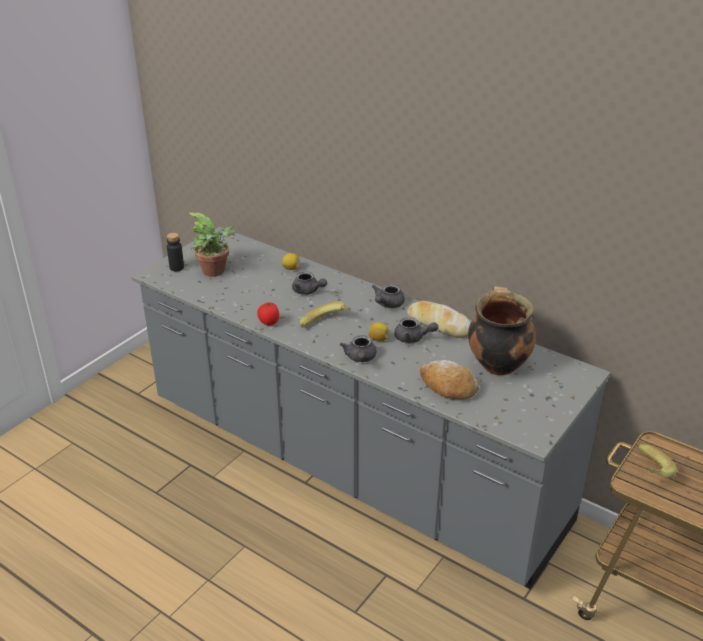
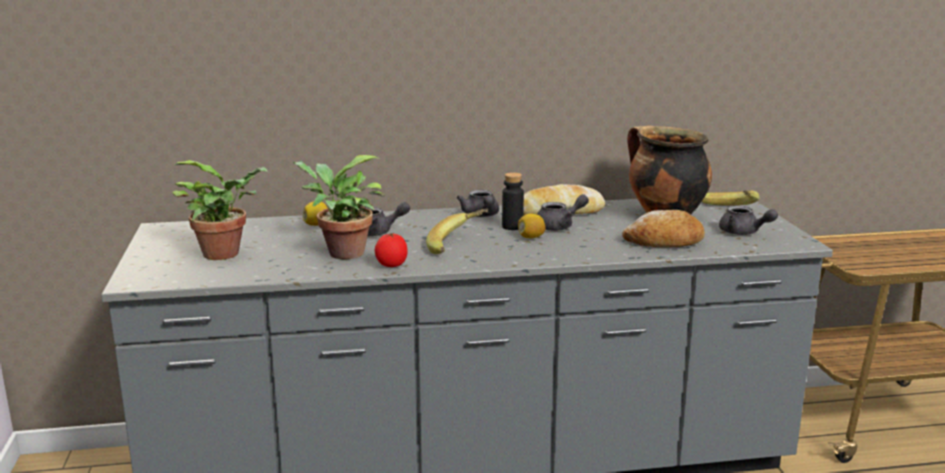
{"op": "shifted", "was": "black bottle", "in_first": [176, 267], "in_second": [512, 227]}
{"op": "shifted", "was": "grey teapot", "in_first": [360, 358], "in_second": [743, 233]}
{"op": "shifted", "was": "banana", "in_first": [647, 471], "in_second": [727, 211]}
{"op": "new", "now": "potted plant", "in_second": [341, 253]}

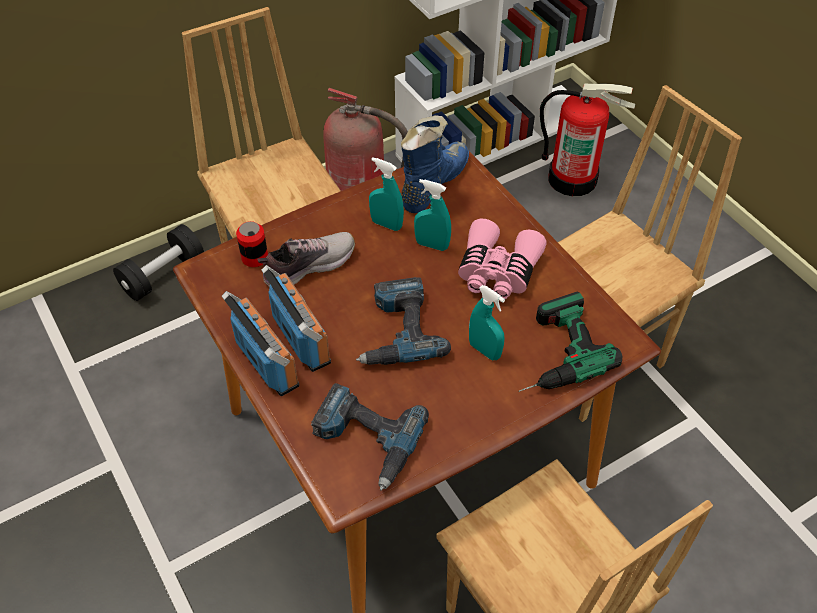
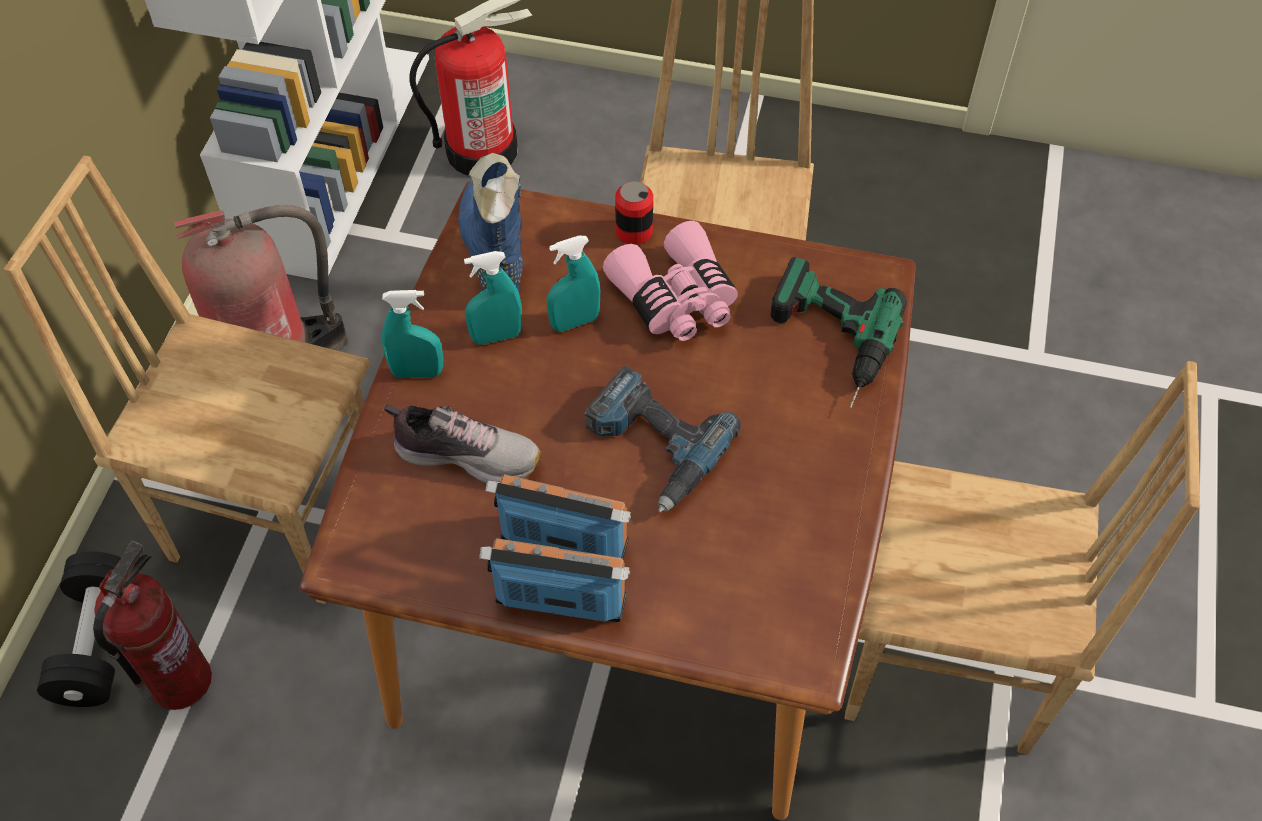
{"op": "shifted", "was": "can", "in_first": [255, 258], "in_second": [634, 232]}
{"op": "rotated", "was": "shoe", "in_first": [308, 266], "in_second": [467, 454], "clockwise": 90}
{"op": "shifted", "was": "turquoise spray bottle", "in_first": [484, 350], "in_second": [417, 372]}
{"op": "gone", "was": "power drill", "in_first": [365, 440]}
{"op": "new", "now": "fire extinguisher", "in_second": [179, 679]}

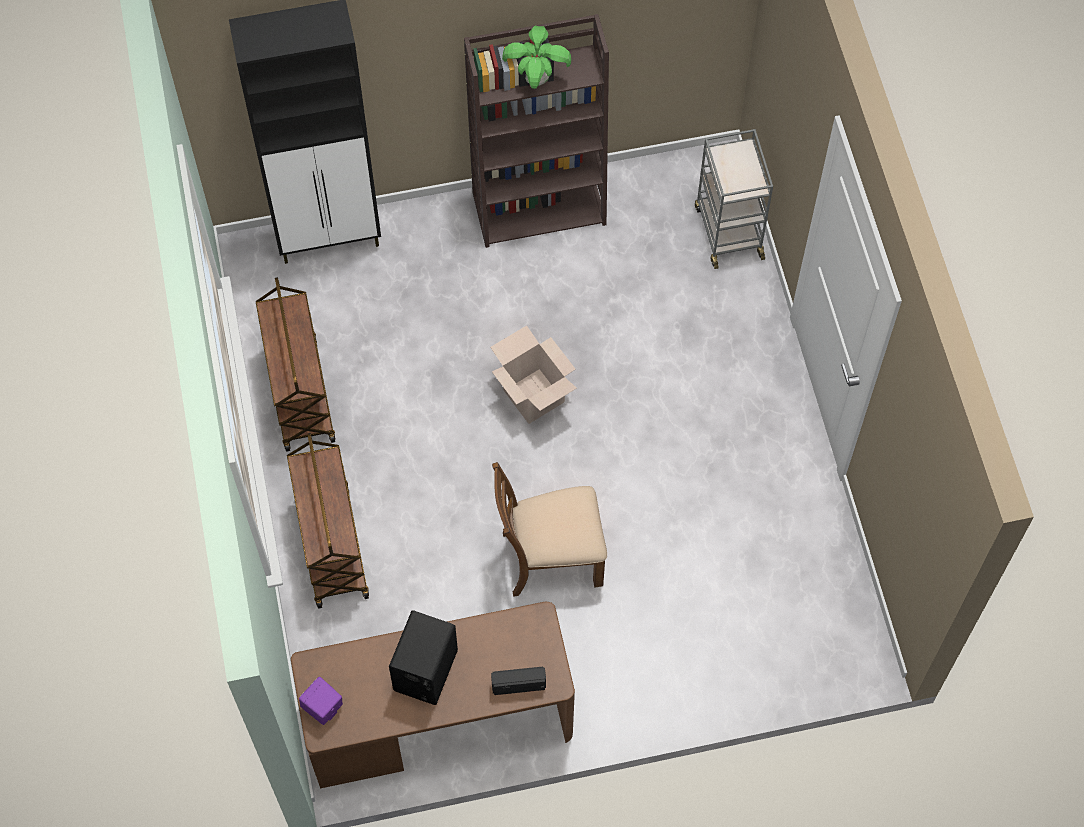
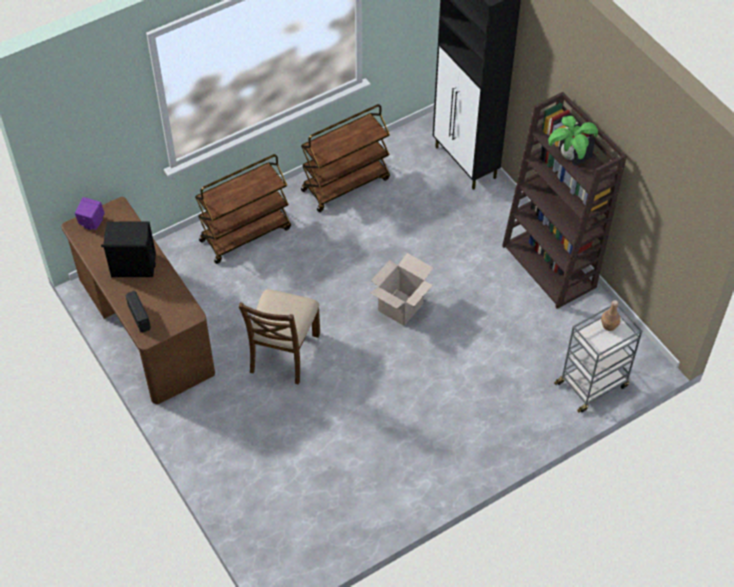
{"op": "rotated", "was": "brown chair", "in_first": [550, 557], "in_second": [283, 353], "clockwise": -135}
{"op": "new", "now": "brown bottle", "in_second": [609, 325]}

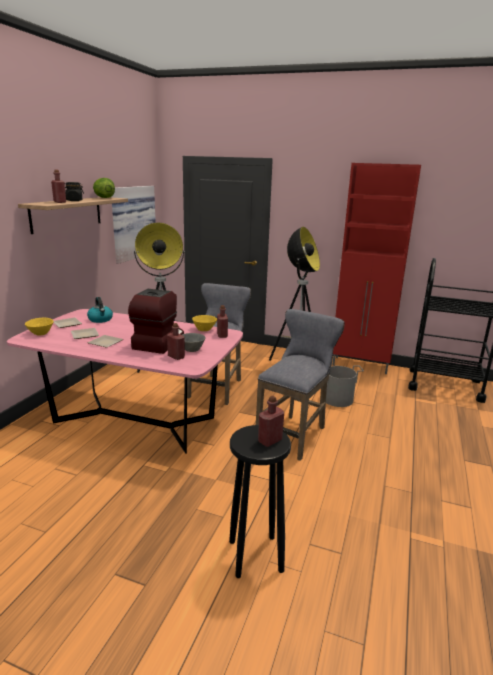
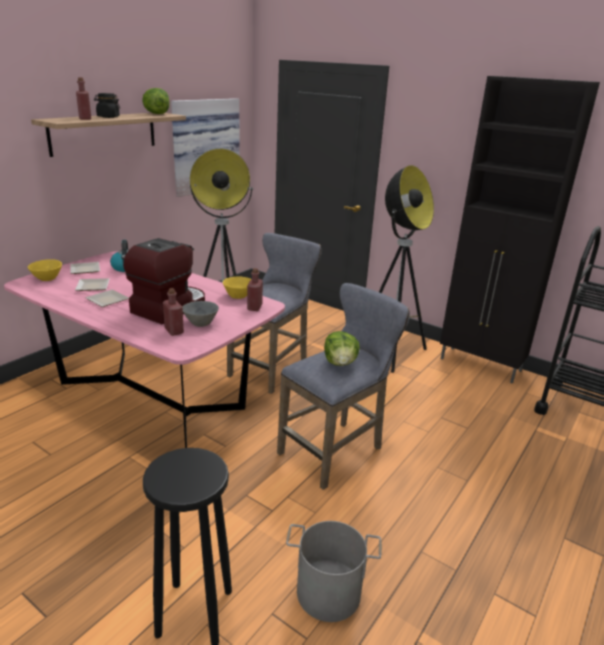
{"op": "repainted", "was": "red cabinet", "now": "black cabinet", "in_first": [361, 365], "in_second": [481, 365]}
{"op": "shifted", "was": "grey bucket", "in_first": [338, 399], "in_second": [328, 593]}
{"op": "gone", "was": "red bottle", "in_first": [270, 441]}
{"op": "new", "now": "lettuce", "in_second": [340, 363]}

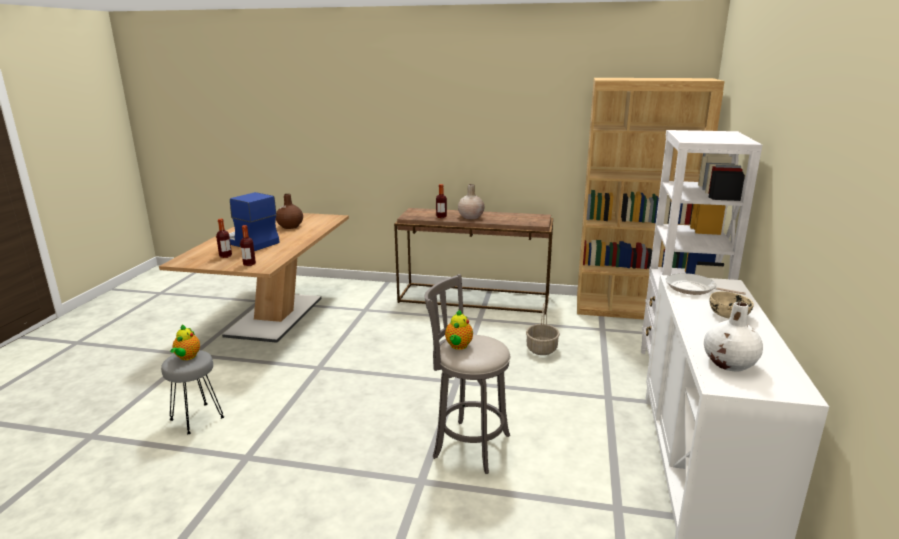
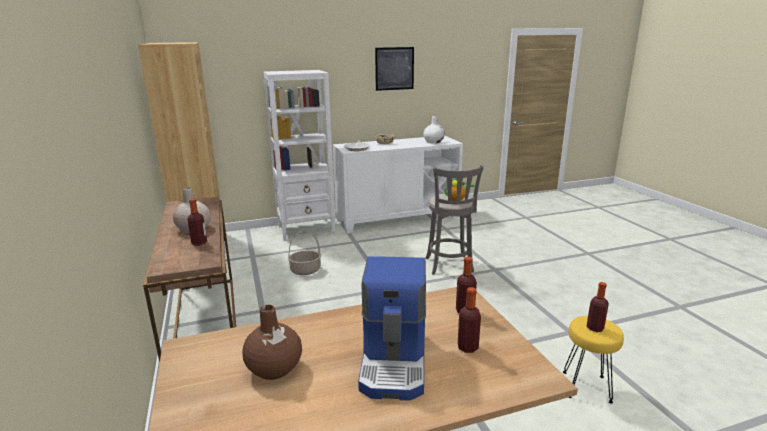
{"op": "swapped", "was": "teapot", "now": "bottle", "in_first": [187, 357], "in_second": [595, 328]}
{"op": "repainted", "was": "grey stool", "now": "yellow stool", "in_first": [197, 418], "in_second": [586, 387]}
{"op": "new", "now": "picture", "in_second": [394, 68]}

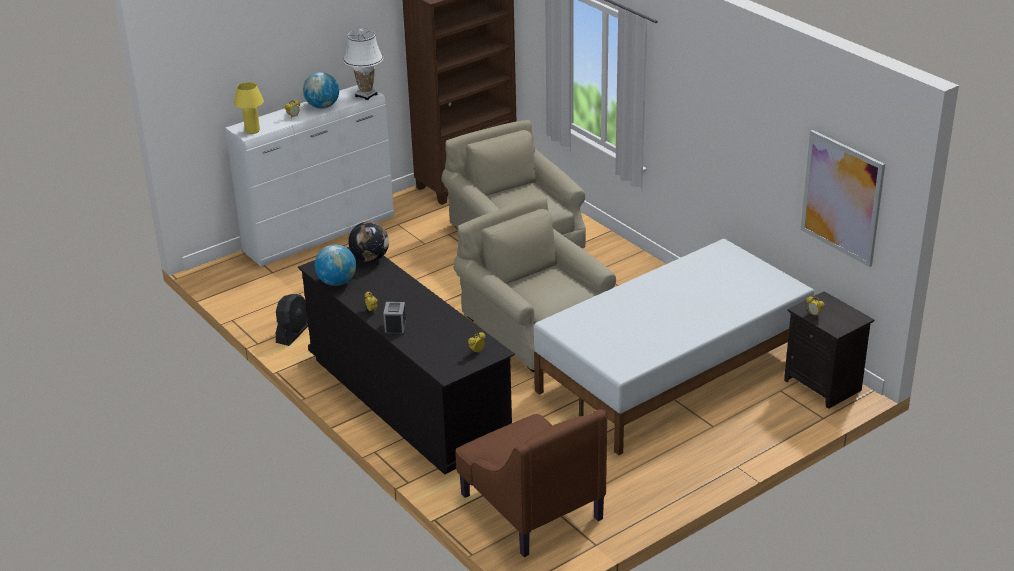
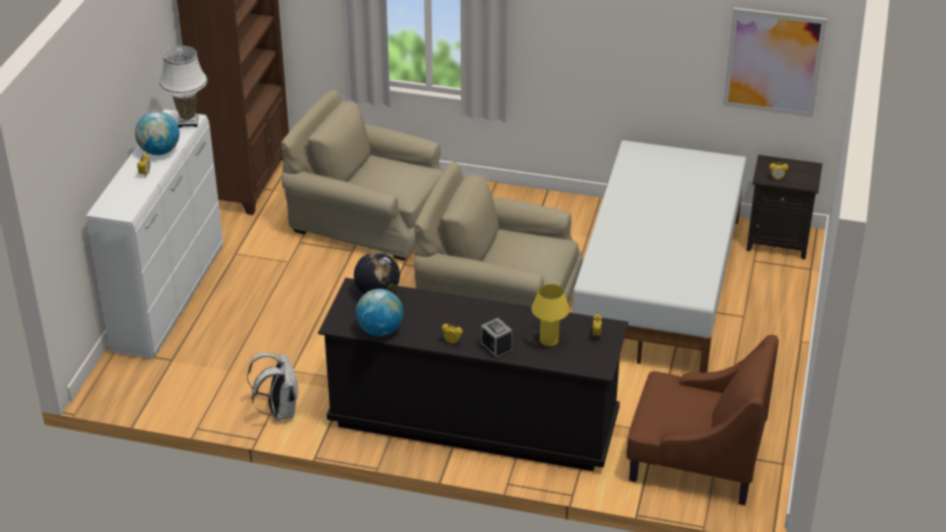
{"op": "shifted", "was": "yellow table lamp", "in_first": [252, 131], "in_second": [549, 340]}
{"op": "swapped", "was": "black fan", "now": "white backpack", "in_first": [293, 333], "in_second": [279, 411]}

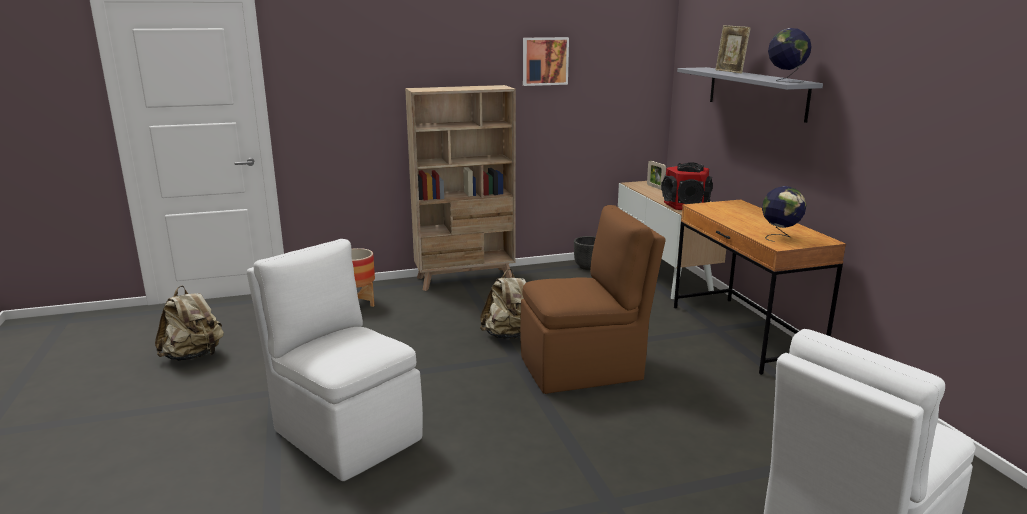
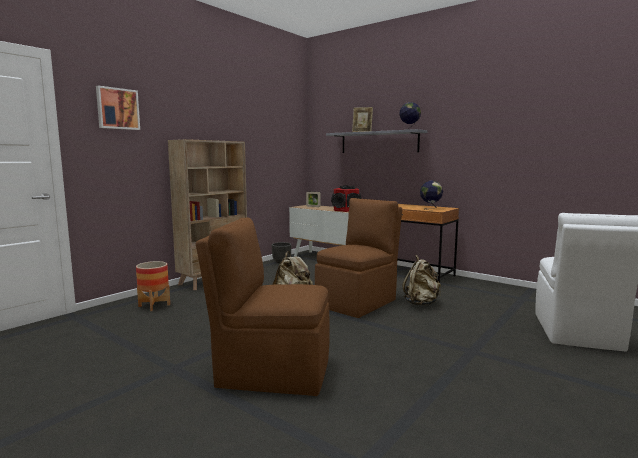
{"op": "shifted", "was": "picture", "in_first": [544, 61], "in_second": [117, 108]}
{"op": "repainted", "was": "white chair", "now": "brown chair", "in_first": [345, 433], "in_second": [271, 372]}
{"op": "shifted", "was": "beige backpack", "in_first": [194, 356], "in_second": [421, 303]}

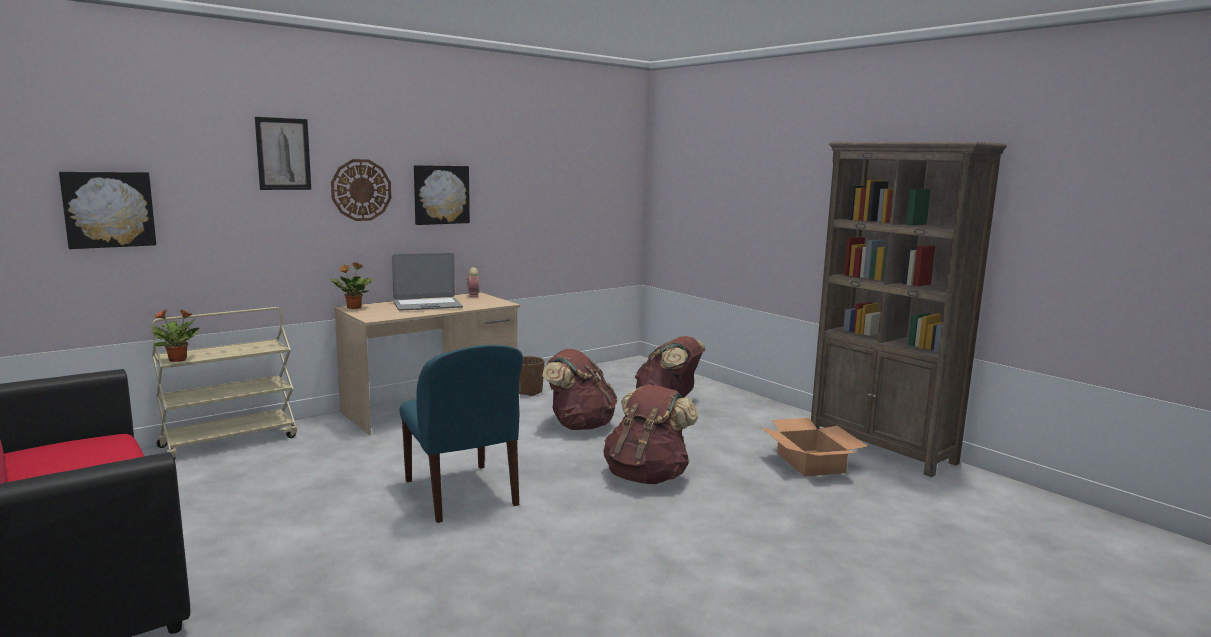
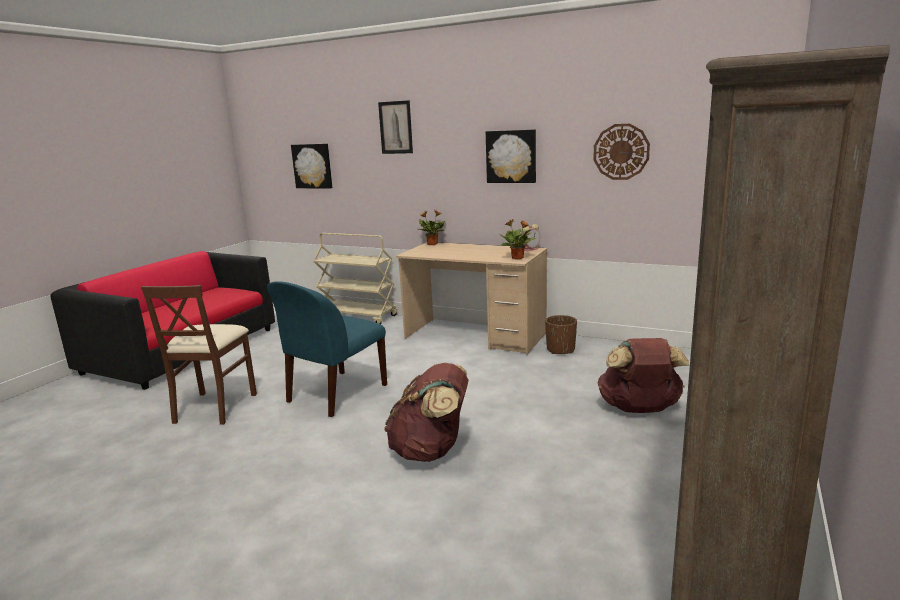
{"op": "shifted", "was": "wall clock", "in_first": [361, 190], "in_second": [621, 152]}
{"op": "gone", "was": "laptop", "in_first": [427, 305]}
{"op": "shifted", "was": "potted plant", "in_first": [178, 360], "in_second": [518, 258]}
{"op": "gone", "was": "brown backpack", "in_first": [579, 425]}
{"op": "gone", "was": "cardboard box", "in_first": [810, 463]}
{"op": "new", "now": "brown chair", "in_second": [214, 407]}

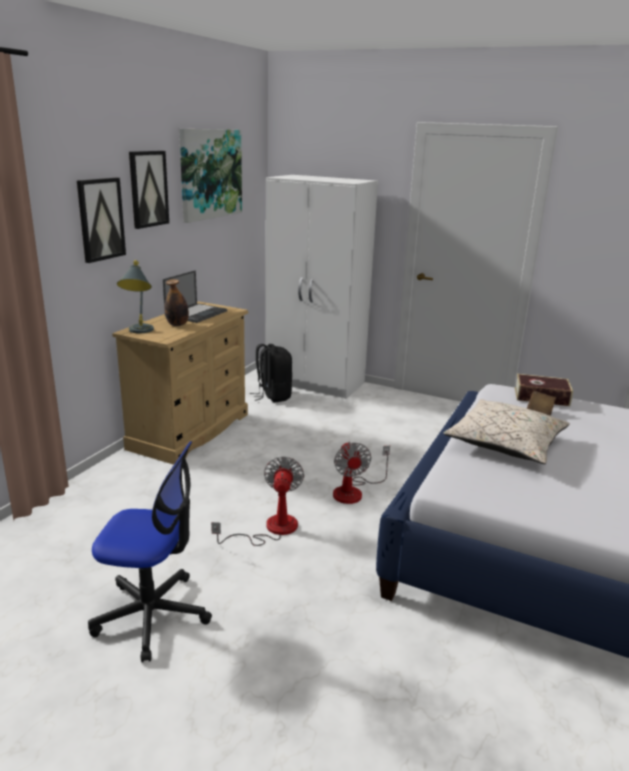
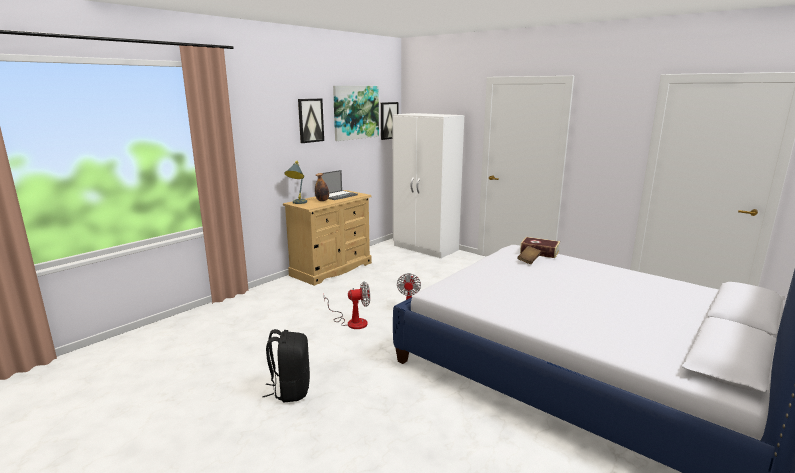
{"op": "shifted", "was": "picture", "in_first": [100, 219], "in_second": [388, 120]}
{"op": "shifted", "was": "black backpack", "in_first": [273, 396], "in_second": [290, 390]}
{"op": "gone", "was": "beige pillow", "in_first": [506, 444]}
{"op": "gone", "was": "office chair", "in_first": [152, 615]}
{"op": "rotated", "was": "fan", "in_first": [271, 529], "in_second": [351, 322], "clockwise": 60}

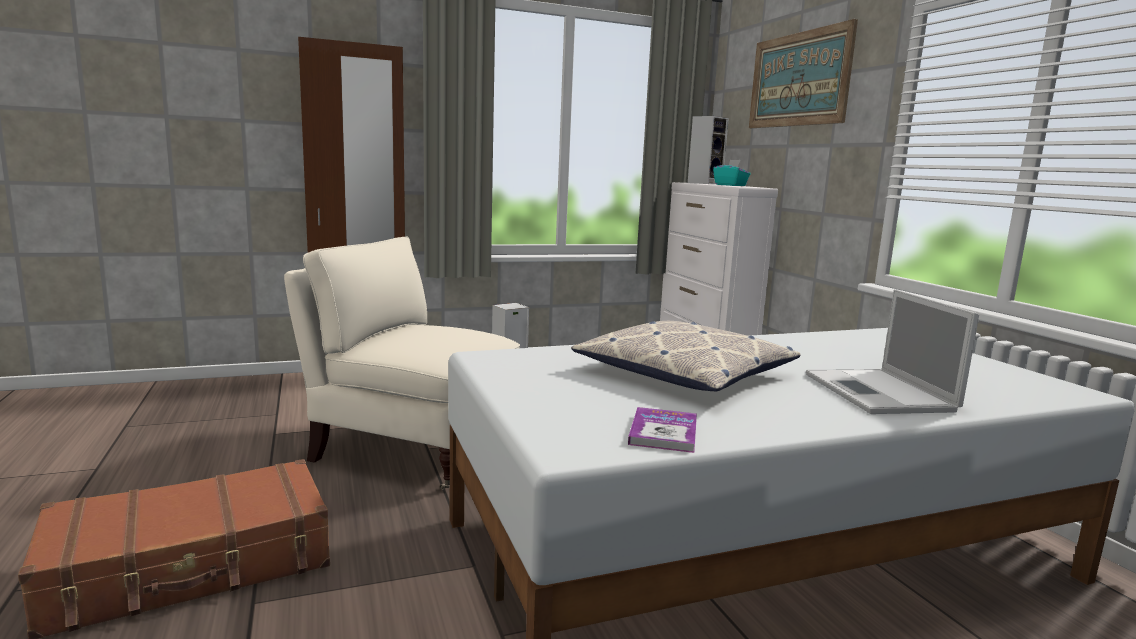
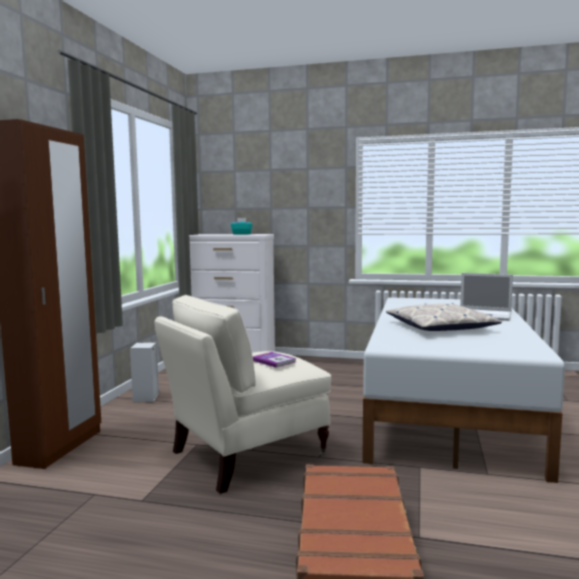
{"op": "gone", "was": "picture", "in_first": [798, 79]}
{"op": "gone", "was": "speaker", "in_first": [705, 183]}
{"op": "shifted", "was": "book", "in_first": [663, 432], "in_second": [273, 361]}

